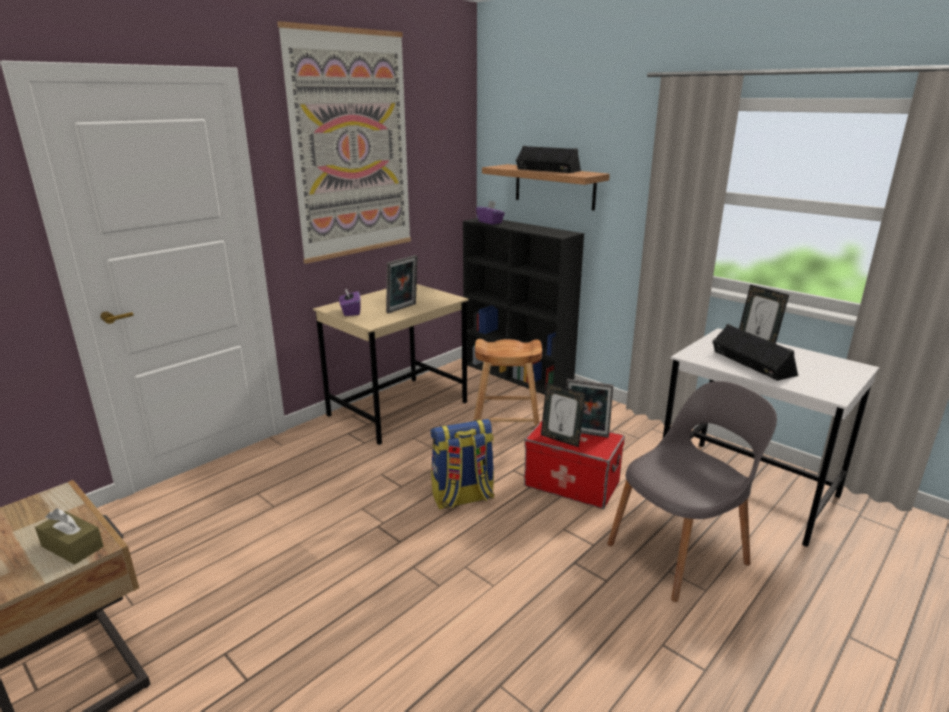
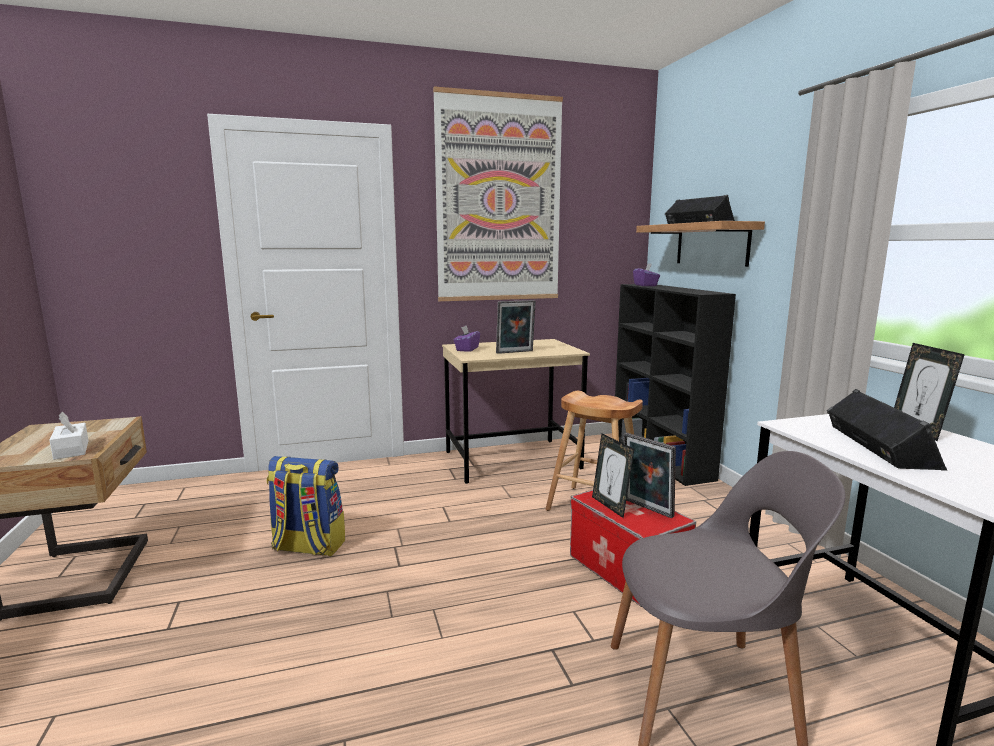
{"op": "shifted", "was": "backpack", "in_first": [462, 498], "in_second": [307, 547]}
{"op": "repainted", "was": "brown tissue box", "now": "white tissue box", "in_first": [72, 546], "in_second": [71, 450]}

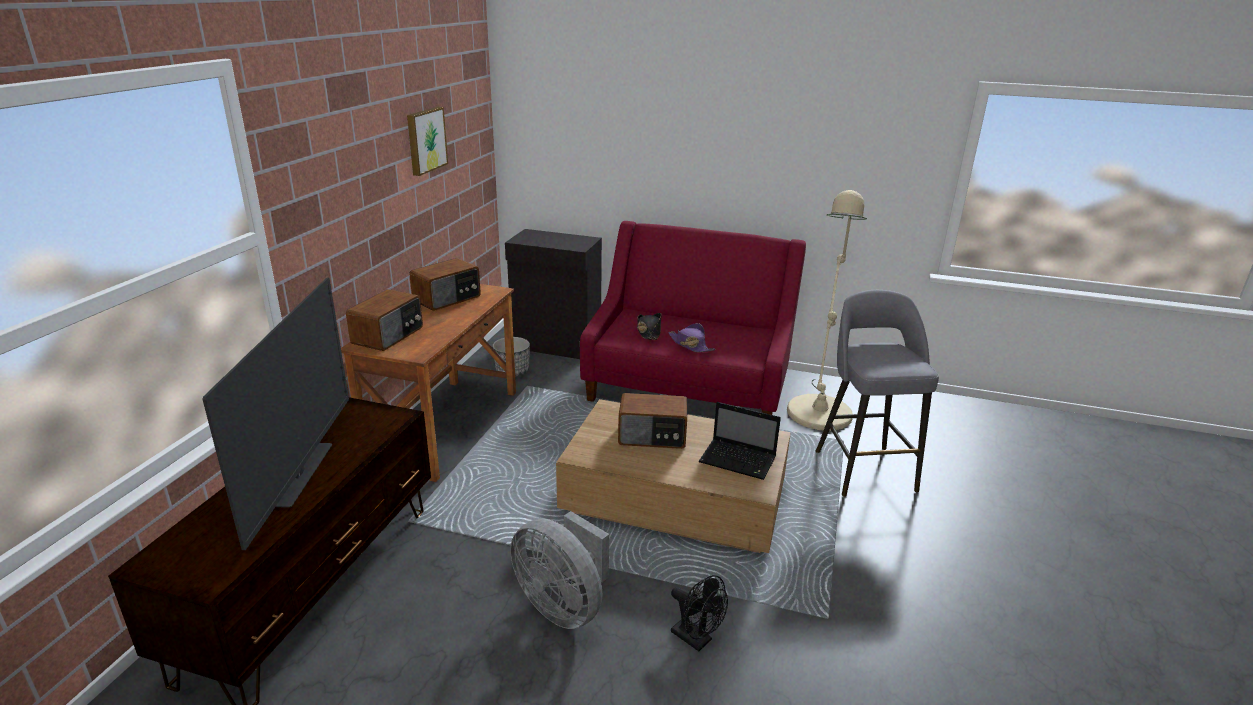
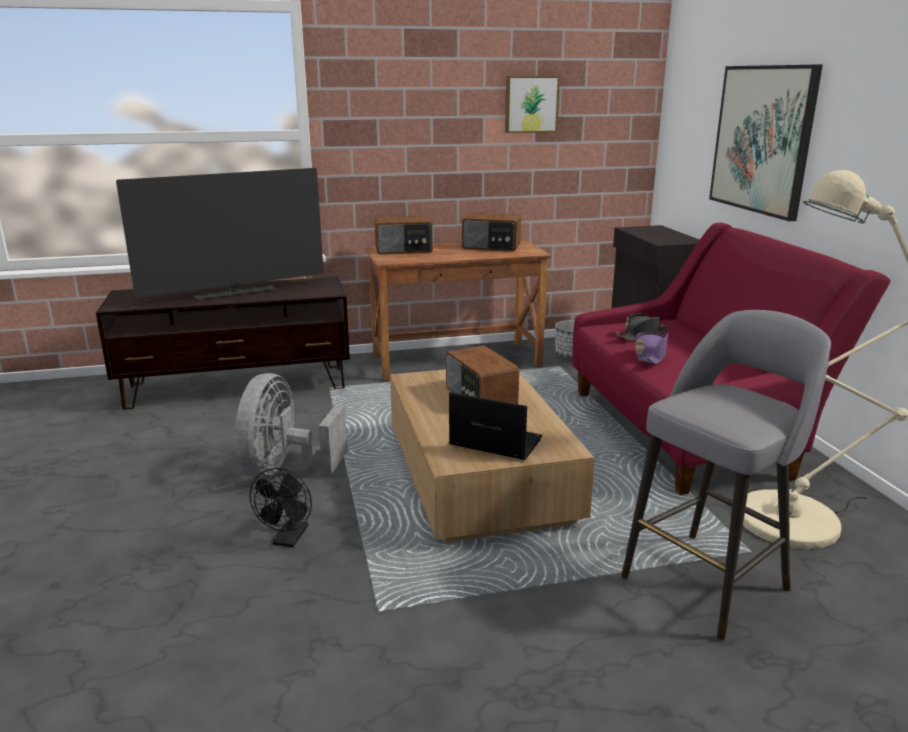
{"op": "rotated", "was": "laptop", "in_first": [739, 461], "in_second": [493, 442], "clockwise": 120}
{"op": "new", "now": "picture", "in_second": [762, 139]}

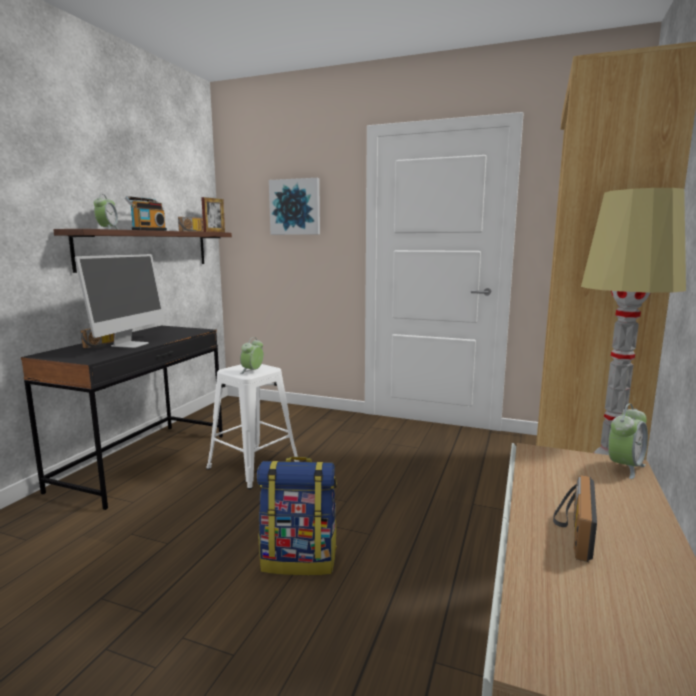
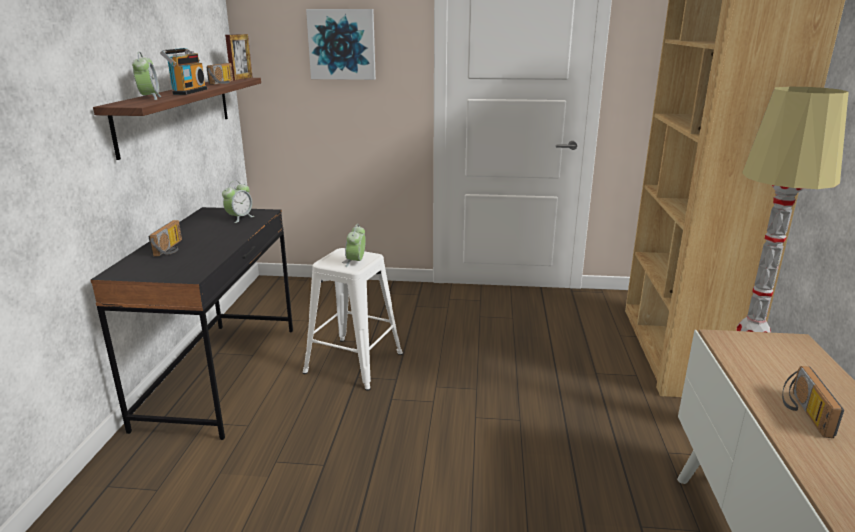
{"op": "gone", "was": "monitor", "in_first": [130, 344]}
{"op": "shifted", "was": "alarm clock", "in_first": [624, 467], "in_second": [239, 218]}
{"op": "gone", "was": "backpack", "in_first": [300, 559]}

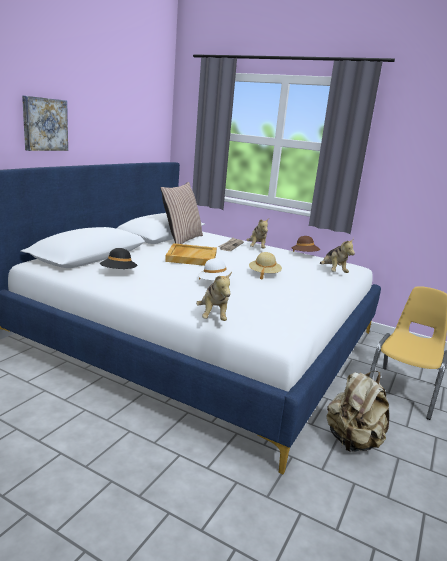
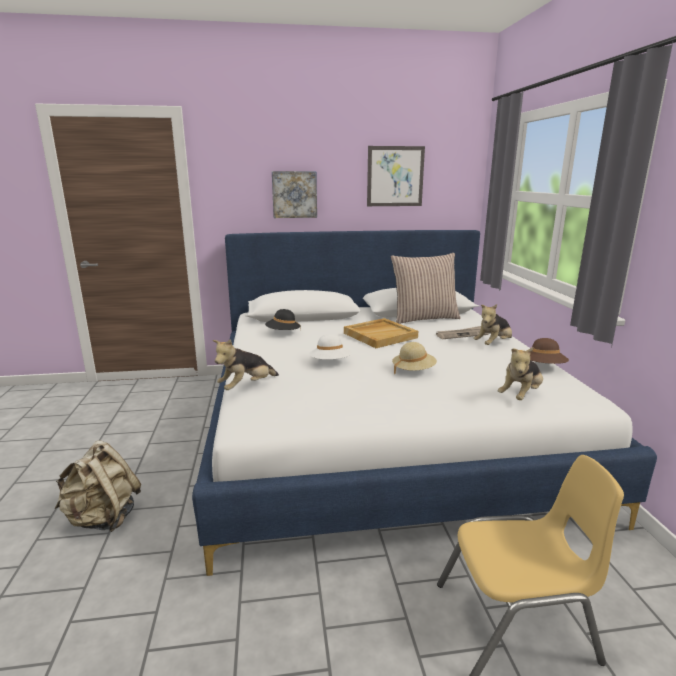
{"op": "shifted", "was": "beige backpack", "in_first": [353, 441], "in_second": [103, 518]}
{"op": "new", "now": "picture", "in_second": [395, 176]}

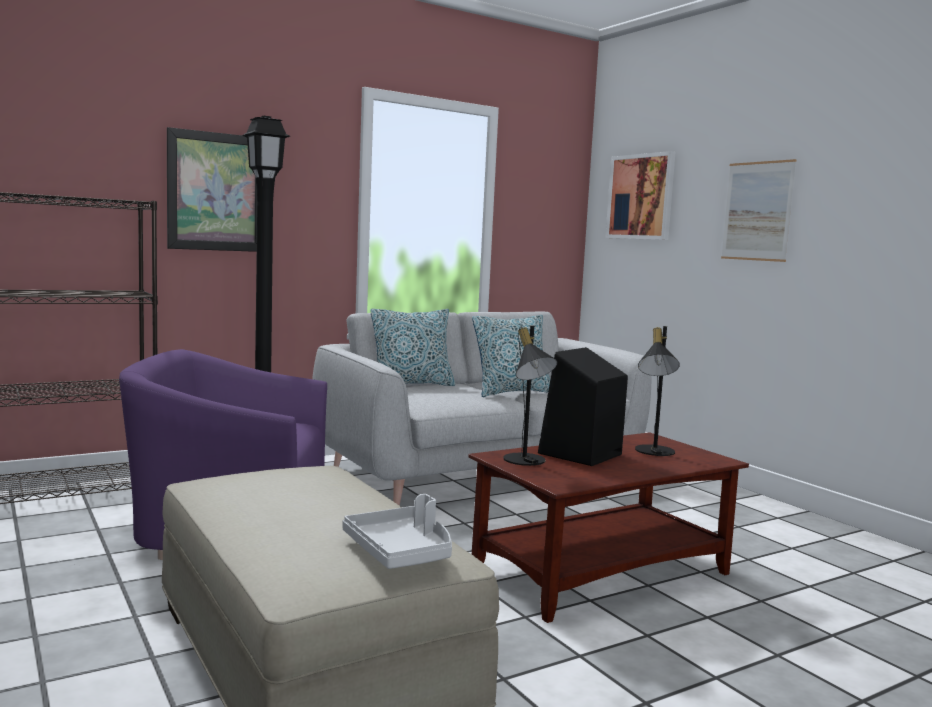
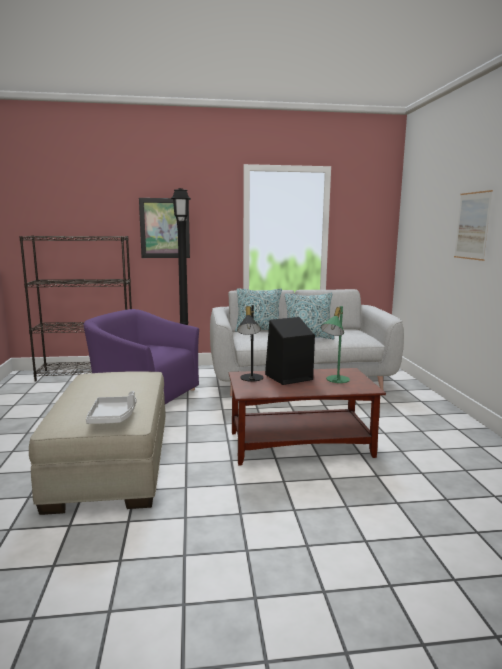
{"op": "gone", "was": "picture", "in_first": [641, 197]}
{"op": "repainted", "was": "black table lamp", "now": "green table lamp", "in_first": [653, 452], "in_second": [334, 380]}

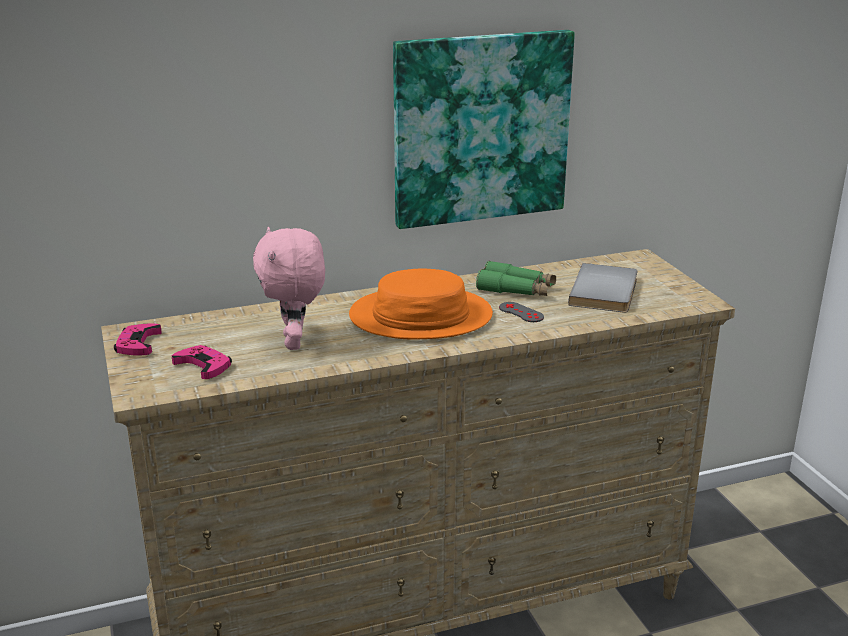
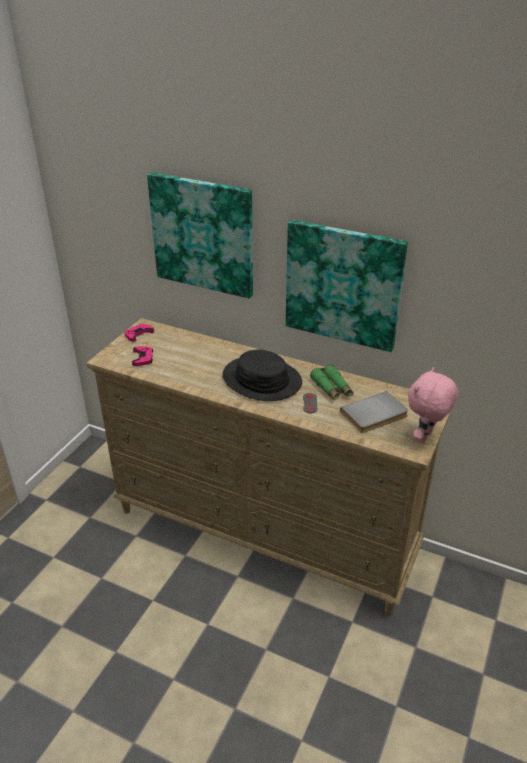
{"op": "shifted", "was": "pink plush toy", "in_first": [295, 342], "in_second": [425, 437]}
{"op": "repainted", "was": "orange hat", "now": "black hat", "in_first": [421, 317], "in_second": [261, 380]}
{"op": "new", "now": "picture", "in_second": [203, 234]}

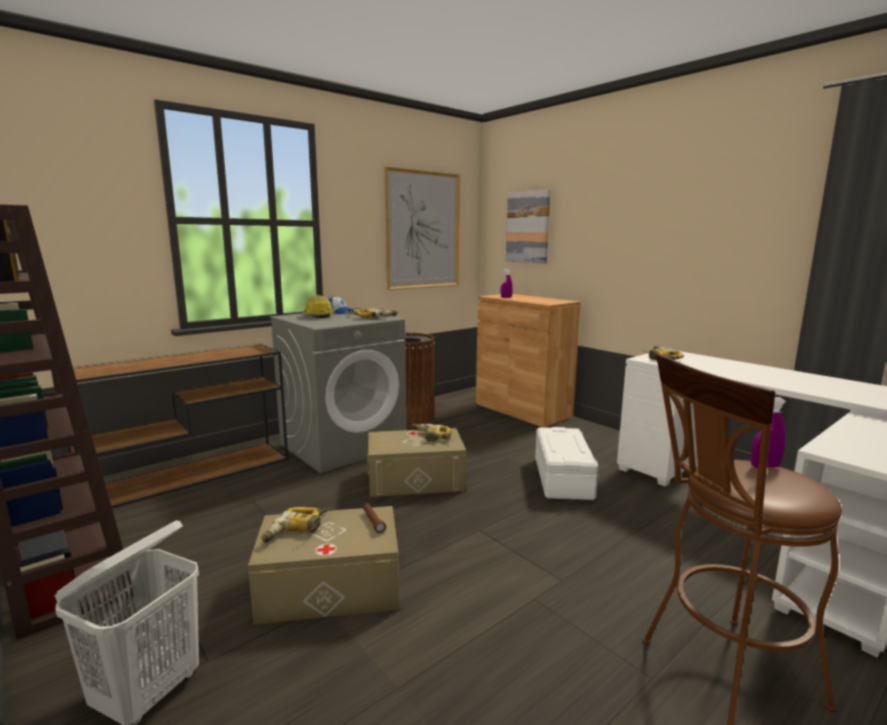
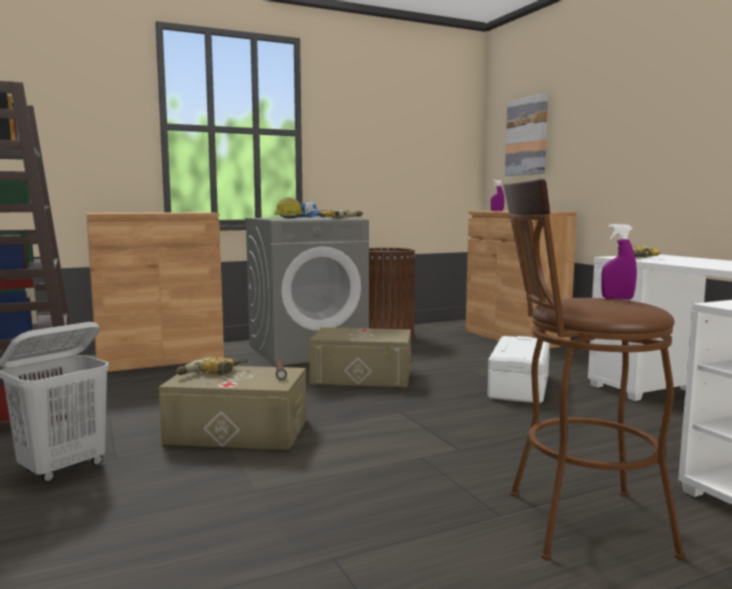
{"op": "gone", "was": "picture", "in_first": [423, 230]}
{"op": "swapped", "was": "brown console table", "now": "brown cabinet", "in_first": [190, 474], "in_second": [159, 359]}
{"op": "gone", "was": "power drill", "in_first": [430, 437]}

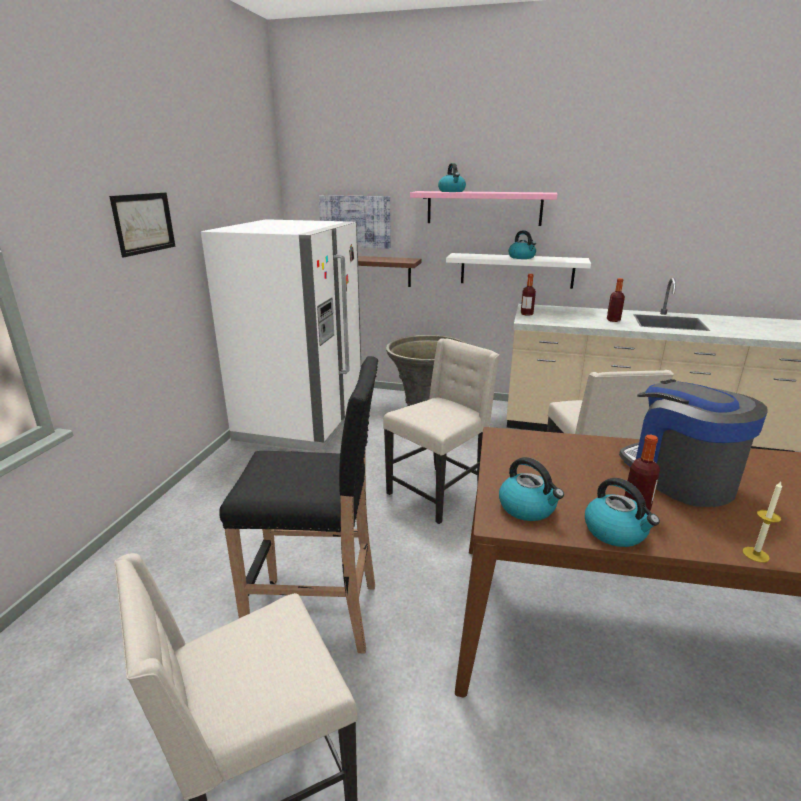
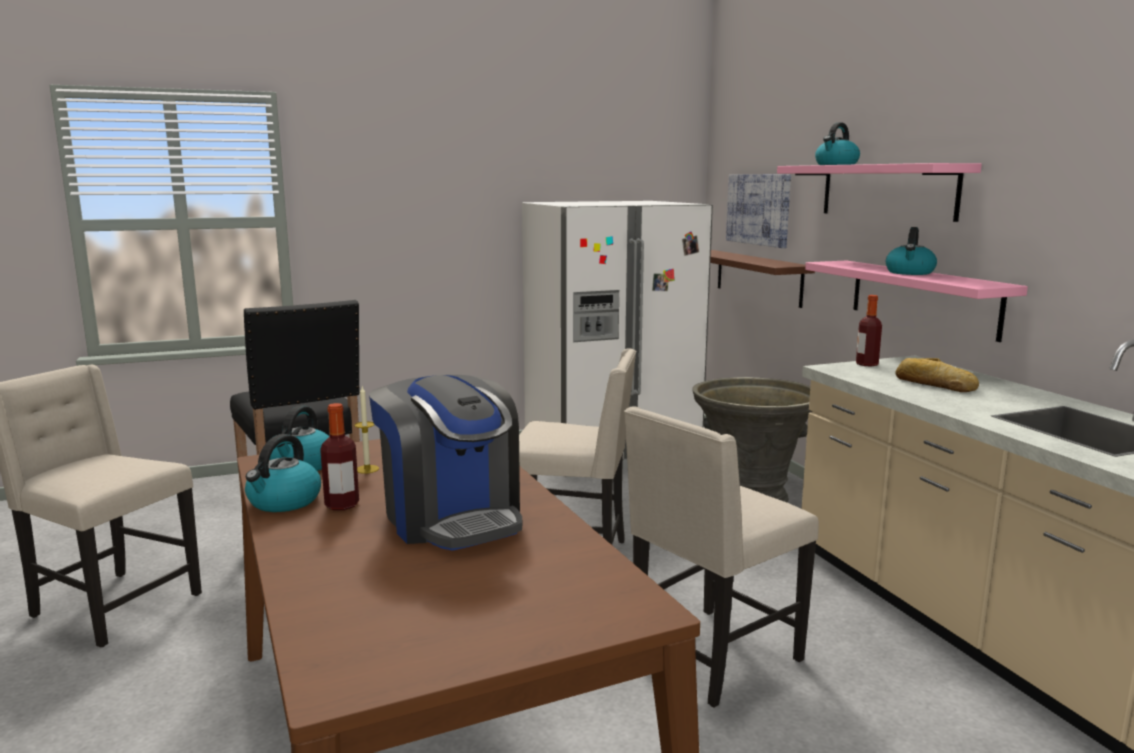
{"op": "gone", "was": "picture", "in_first": [144, 223]}
{"op": "repainted", "was": "white shelf", "now": "pink shelf", "in_first": [516, 270], "in_second": [922, 298]}
{"op": "gone", "was": "bottle", "in_first": [613, 320]}
{"op": "rotated", "was": "coffee machine", "in_first": [679, 477], "in_second": [452, 517], "clockwise": 120}
{"op": "shifted", "was": "candle", "in_first": [755, 554], "in_second": [367, 469]}
{"op": "new", "now": "bread", "in_second": [934, 384]}

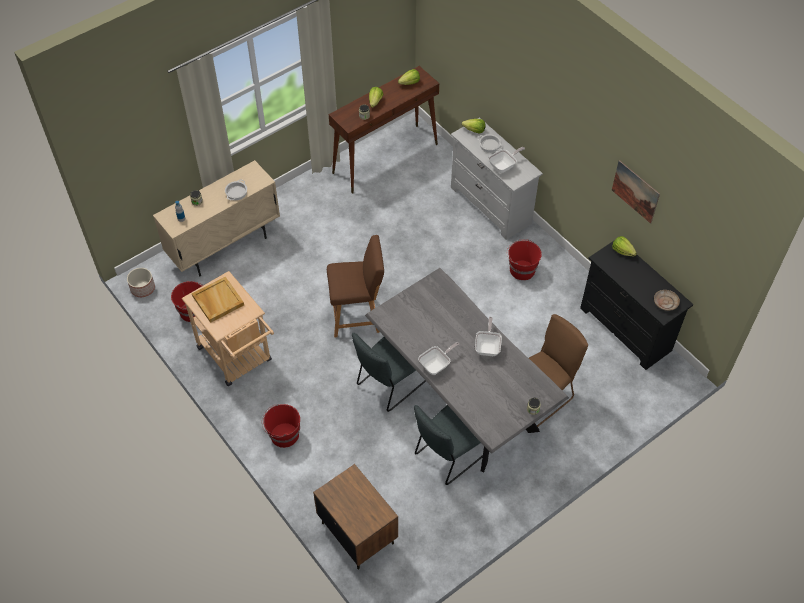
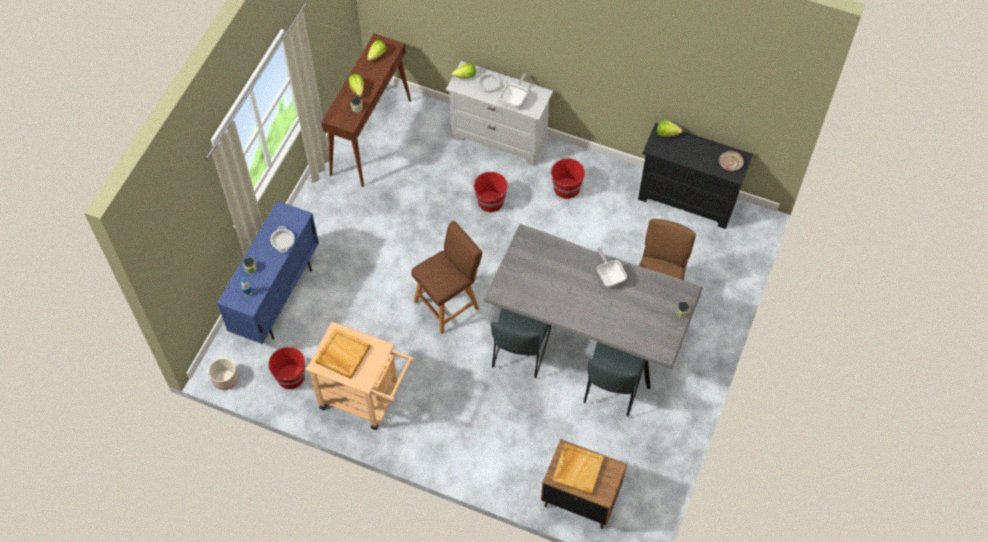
{"op": "repainted", "was": "beige cabinet", "now": "blue cabinet", "in_first": [225, 247], "in_second": [277, 298]}
{"op": "gone", "was": "picture", "in_first": [635, 191]}
{"op": "gone", "was": "frying pan", "in_first": [436, 365]}
{"op": "shifted", "was": "red bucket", "in_first": [283, 435], "in_second": [490, 201]}
{"op": "new", "now": "beige tray", "in_second": [577, 469]}

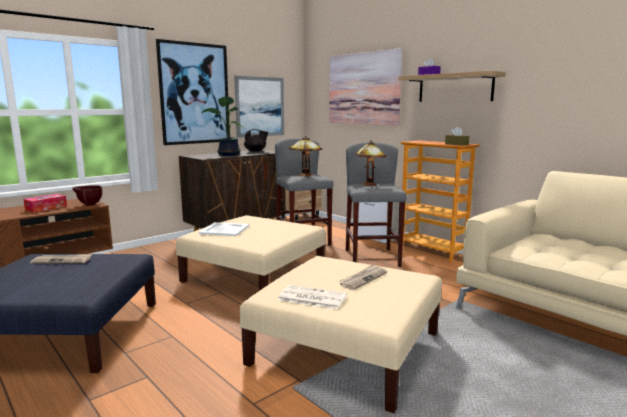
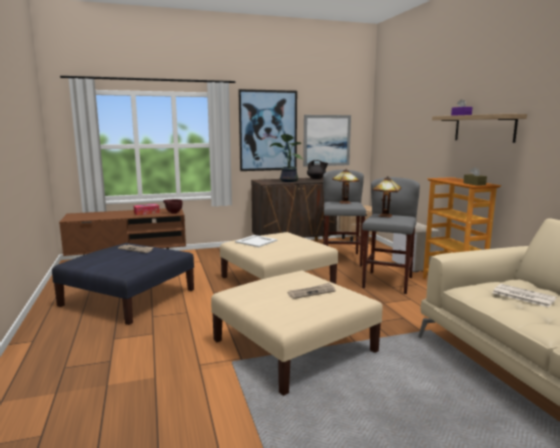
{"op": "gone", "was": "picture", "in_first": [363, 88]}
{"op": "shifted", "was": "newspaper", "in_first": [311, 298], "in_second": [522, 296]}

